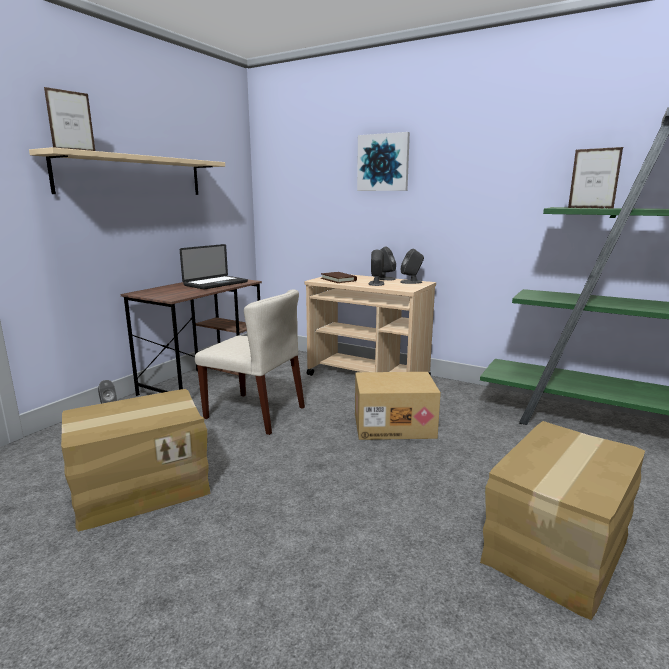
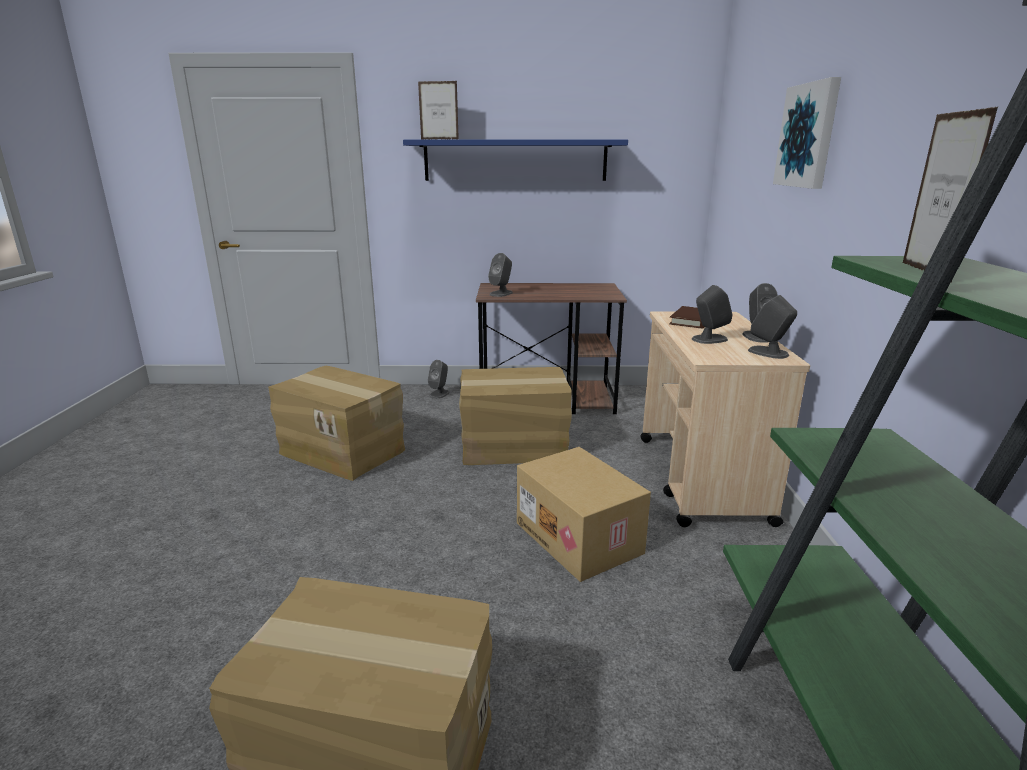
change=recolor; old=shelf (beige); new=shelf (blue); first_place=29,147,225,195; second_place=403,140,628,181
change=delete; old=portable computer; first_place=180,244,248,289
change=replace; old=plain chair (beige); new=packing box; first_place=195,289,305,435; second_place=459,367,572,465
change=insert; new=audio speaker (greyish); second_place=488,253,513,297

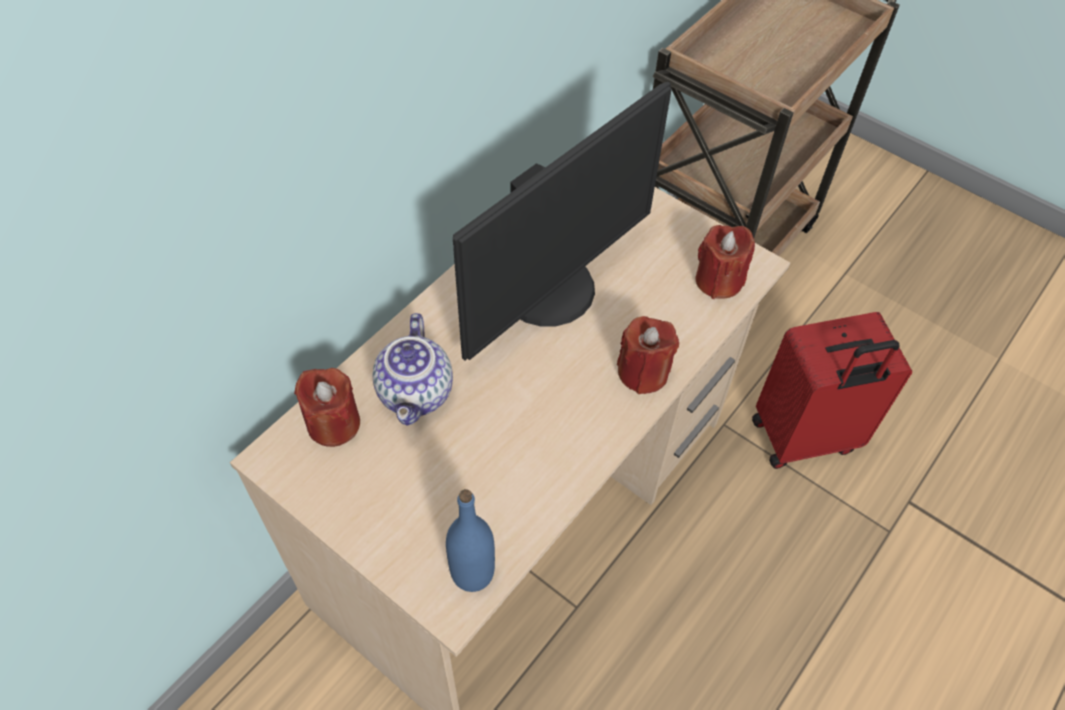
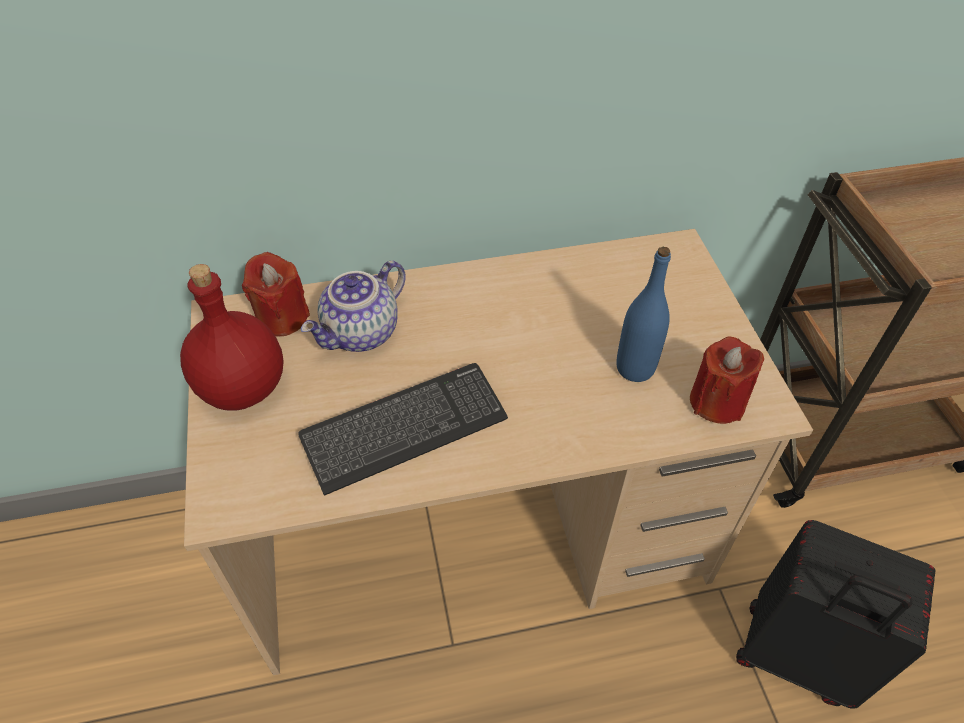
change=delete; old=monitor; first_place=453,82,672,361
change=recolor; old=travel case (red-coloured); new=travel case (black); first_place=752,312,912,469; second_place=736,520,936,709
change=delete; old=wax candle (red-coloured); first_place=617,316,679,394
change=move; old=bottle (blue); first_place=446,489,495,592; second_place=617,247,671,382
change=insert; new=bottle (red-coloured); second_place=180,264,284,411
change=insert; new=keyboard; second_place=298,363,508,496

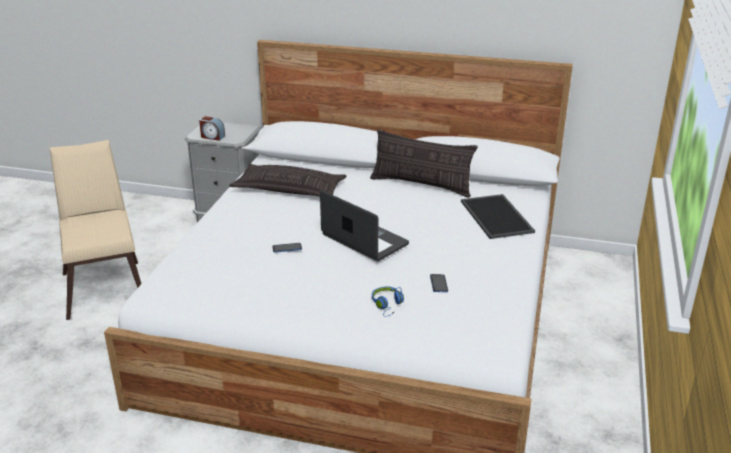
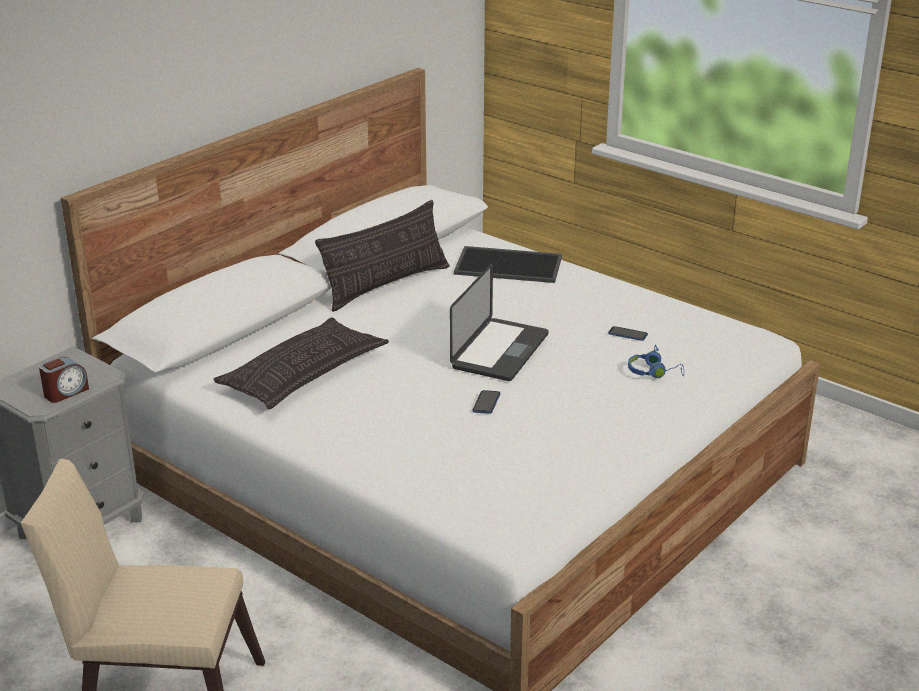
change=rotate; old=portable computer; first_place=320,190,409,261; second_place=450,263,549,381; degrees=135

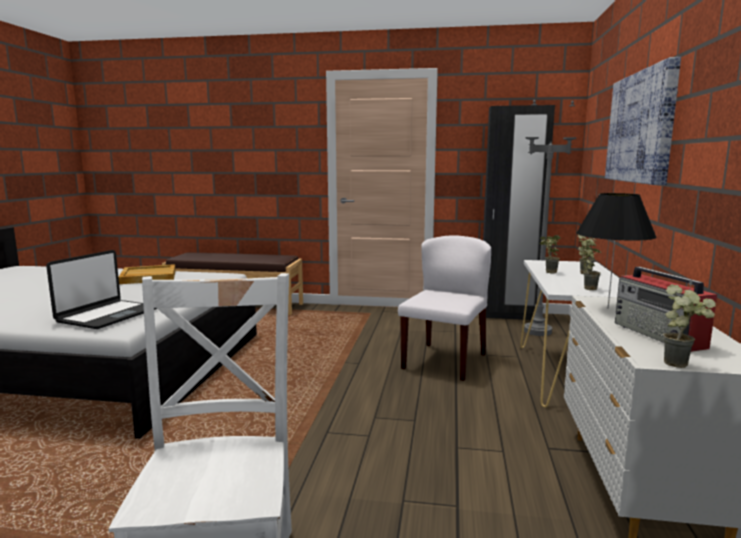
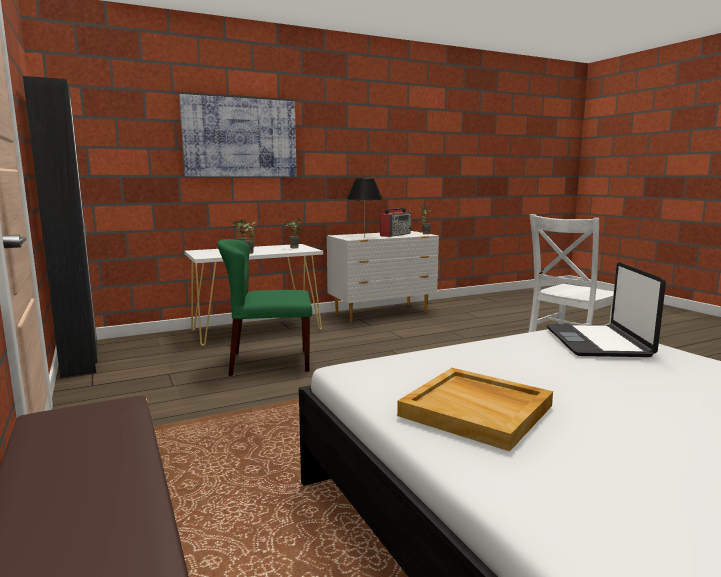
change=delete; old=floor lamp (greyish); first_place=524,99,576,336
change=recolor; old=plain chair (white); new=plain chair (greenish); first_place=398,235,491,381; second_place=217,239,312,376
change=rotate; old=portable computer; first_place=46,250,157,329; second_place=547,262,666,357; degrees=-75

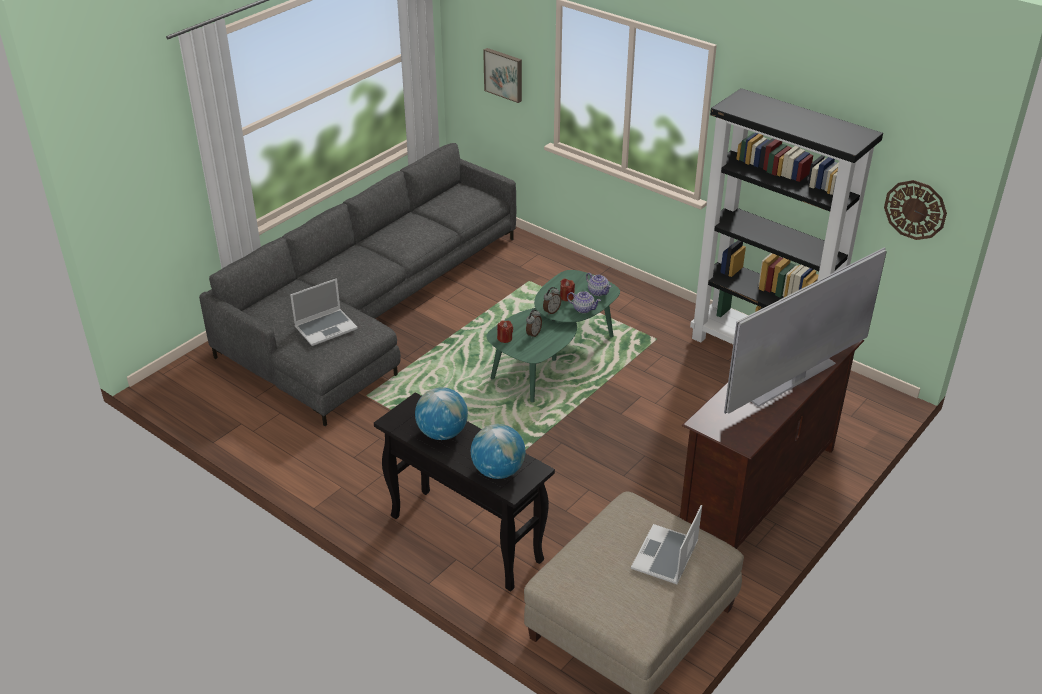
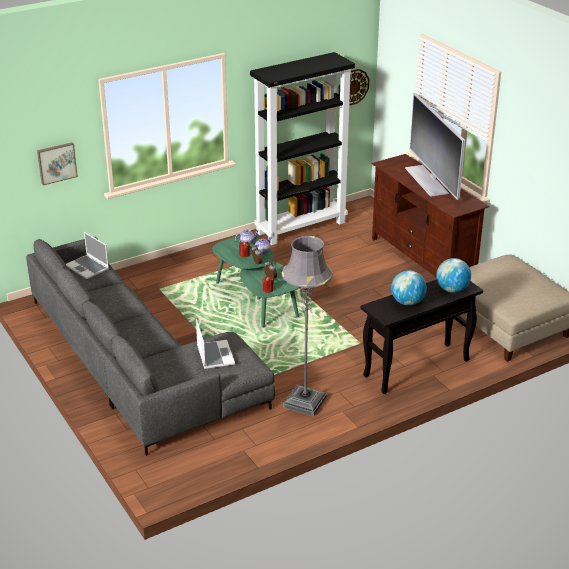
change=move; old=portable computer; first_place=631,505,702,584; second_place=66,232,109,279
change=insert; new=floor lamp (greyish); second_place=282,235,333,417

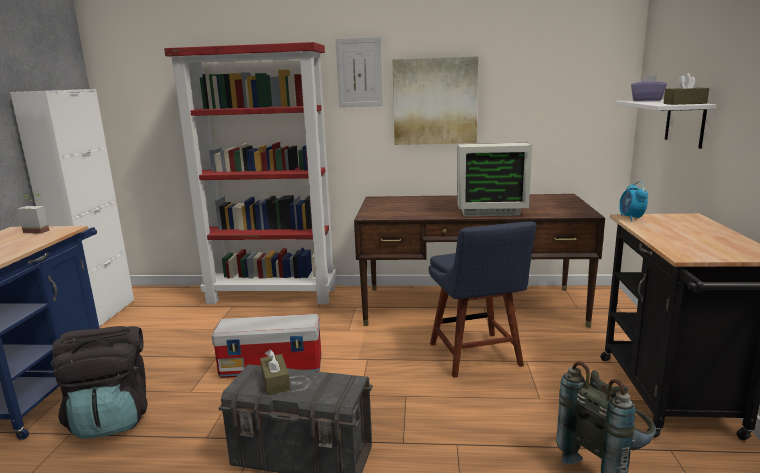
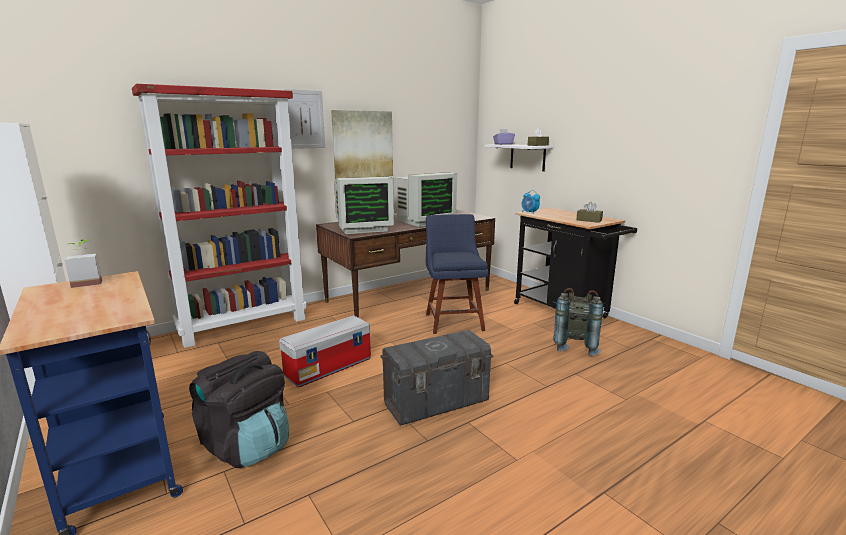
change=rotate; old=plain chair (blue); first_place=429,221,536,378; second_place=426,214,489,334; degrees=-135
change=move; old=tissue box (brown-coloured); first_place=260,350,290,395; second_place=577,202,603,223
change=insert; new=monitor; second_place=334,177,394,234

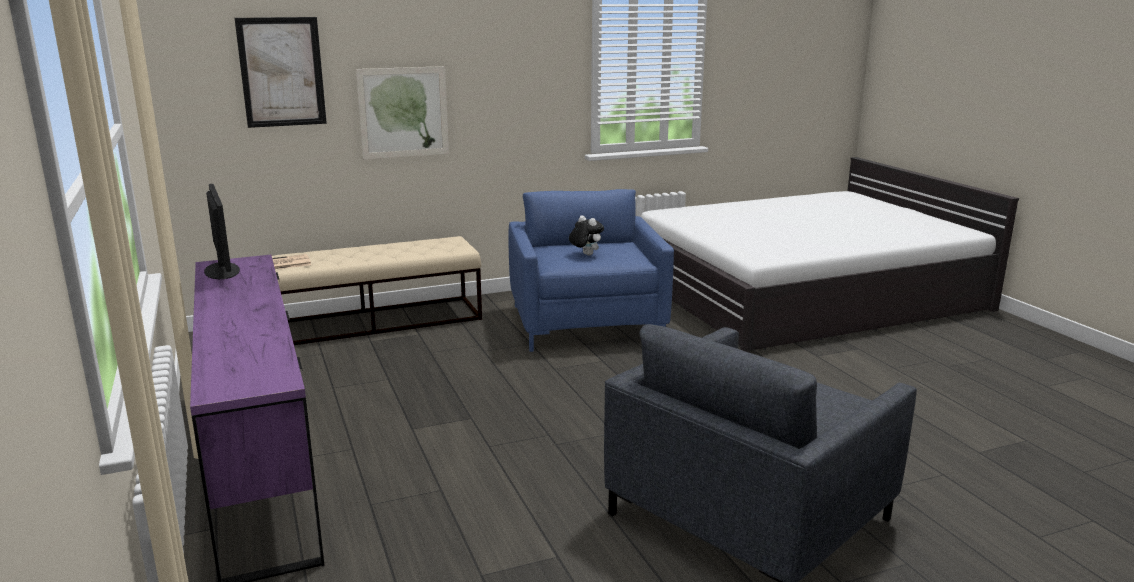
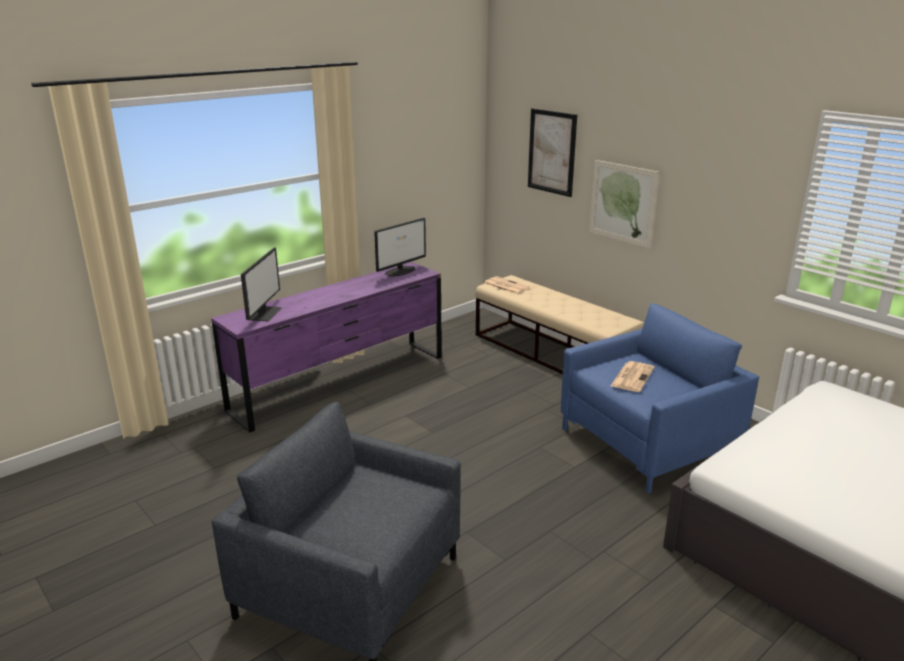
change=replace; old=plush toy; new=daily paper; first_place=569,215,604,256; second_place=611,361,654,392
change=insert; new=monitor; second_place=241,247,282,322

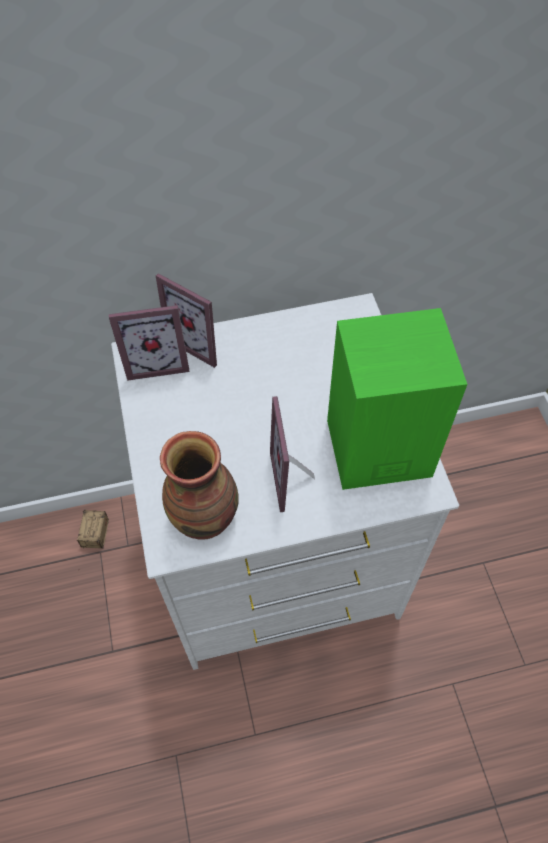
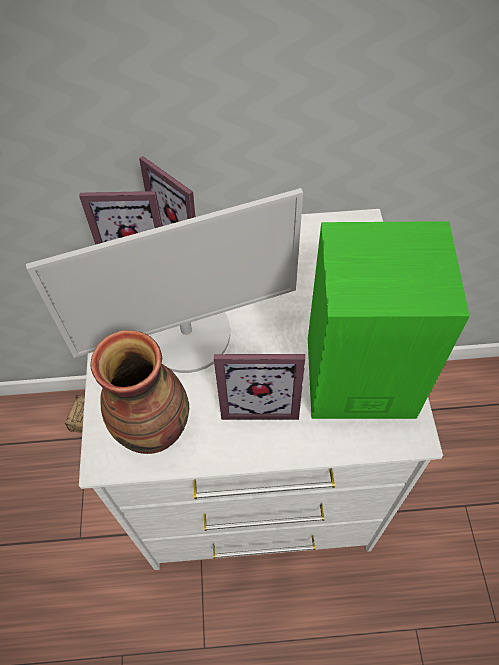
change=rotate; old=picture frame; first_place=270,396,315,512; second_place=214,354,305,420; degrees=-90
change=insert; new=monitor; second_place=26,188,303,373

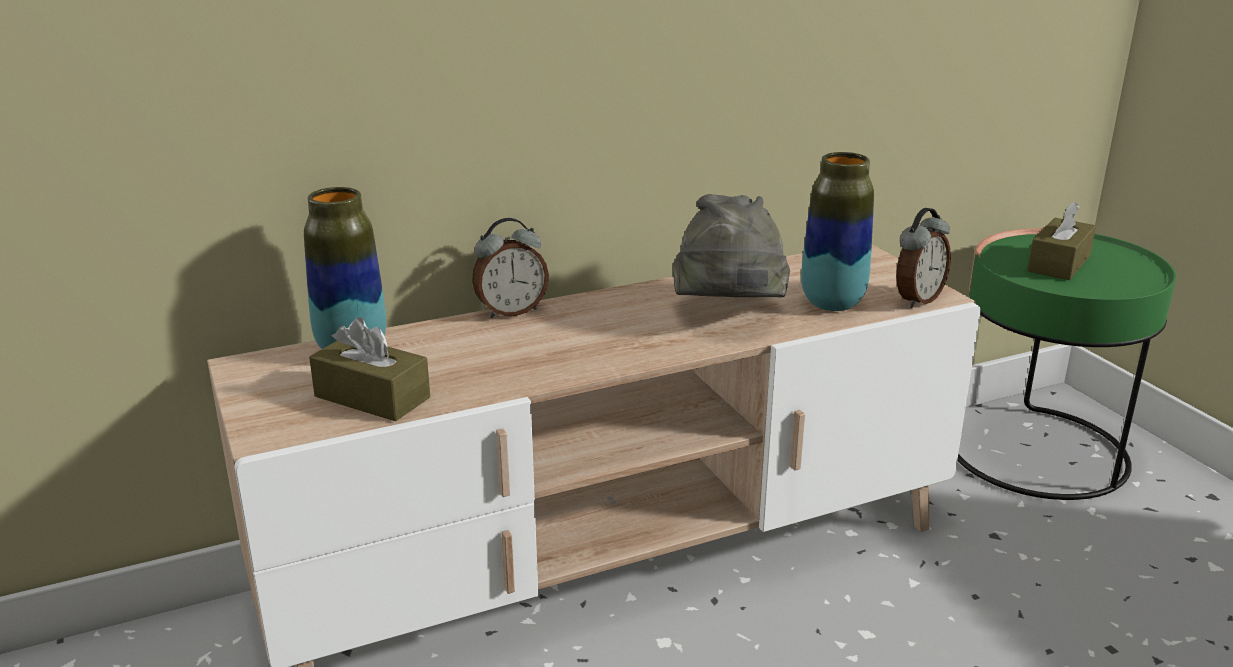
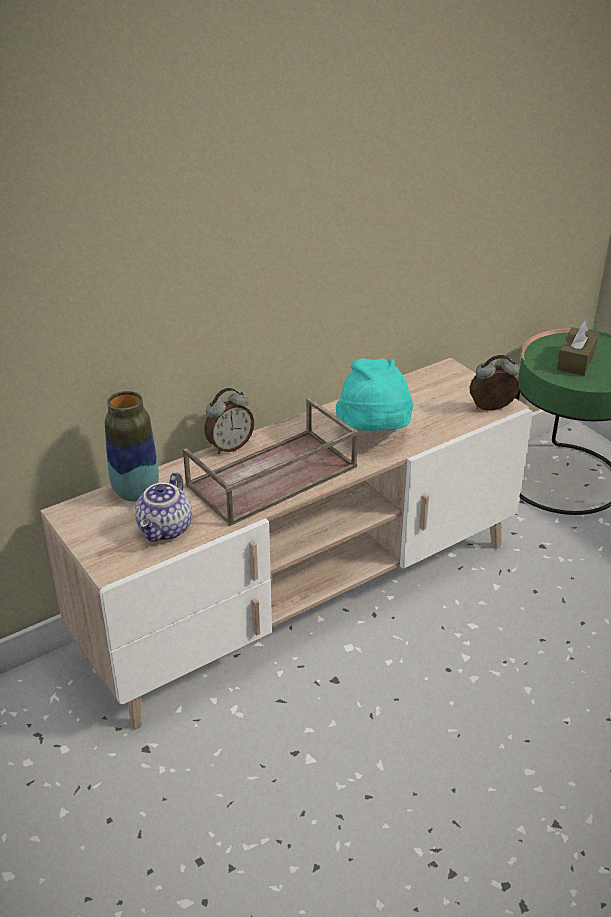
change=delete; old=decorative vase; first_place=801,152,874,311
change=recolor; old=clothing hat (greyish); new=clothing hat (blue-green); first_place=673,194,790,298; second_place=336,358,413,431
change=rotate; old=table clock; first_place=896,208,951,308; second_place=470,355,519,411; degrees=-135
change=replace; old=tissue box (brown-coloured); new=tea pot; first_place=309,317,430,421; second_place=135,472,192,542
change=insert; new=carrying tray (brown-coloured); second_place=183,398,358,526

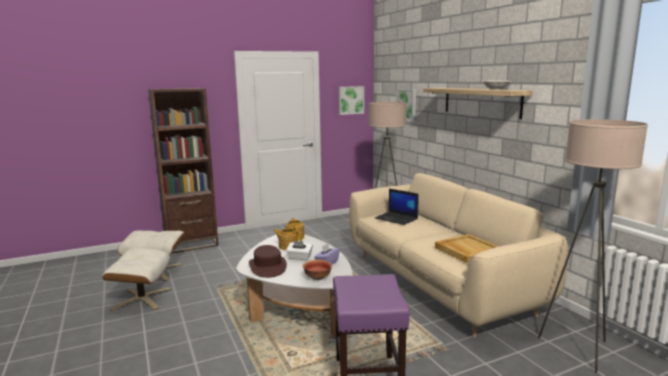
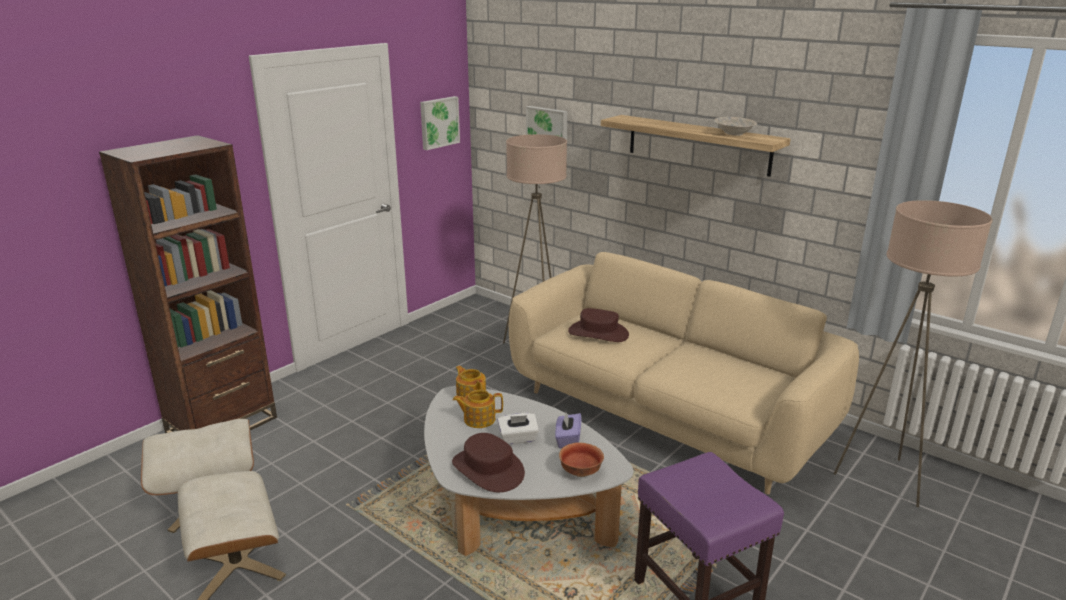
change=replace; old=portable computer; new=clothing hat (brown-coloured); first_place=375,189,419,225; second_place=568,308,629,342
change=delete; old=carrying tray (beige); first_place=435,234,499,263

